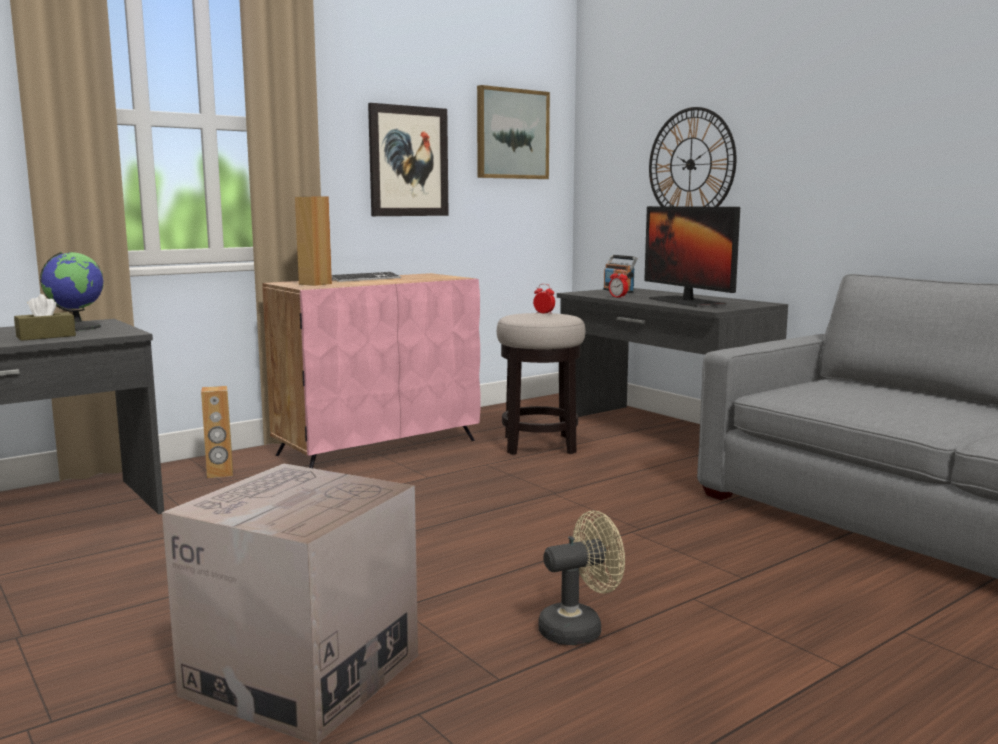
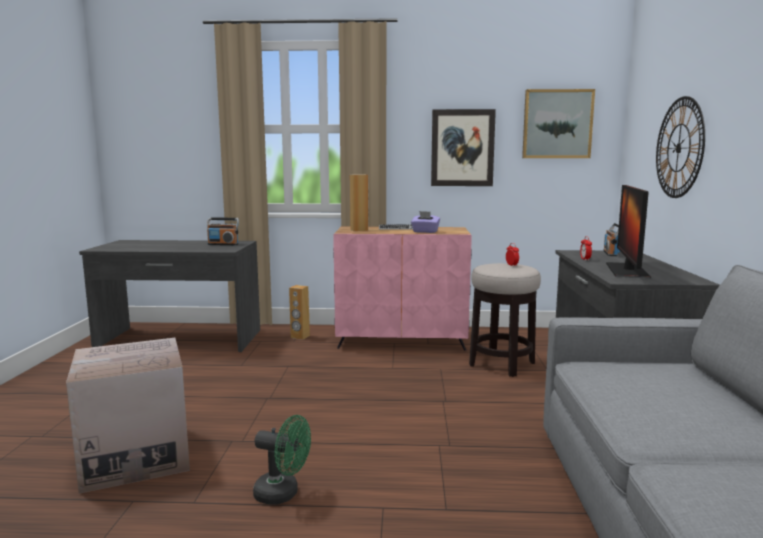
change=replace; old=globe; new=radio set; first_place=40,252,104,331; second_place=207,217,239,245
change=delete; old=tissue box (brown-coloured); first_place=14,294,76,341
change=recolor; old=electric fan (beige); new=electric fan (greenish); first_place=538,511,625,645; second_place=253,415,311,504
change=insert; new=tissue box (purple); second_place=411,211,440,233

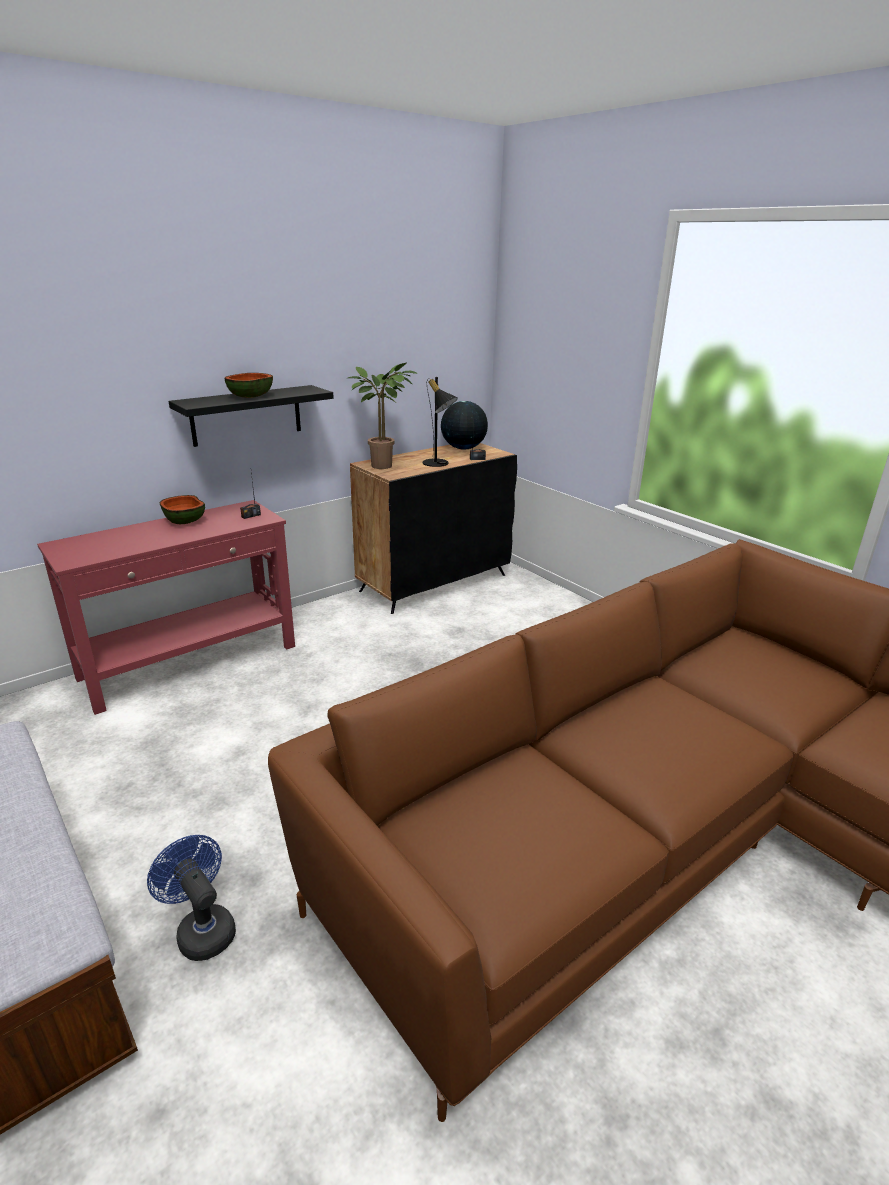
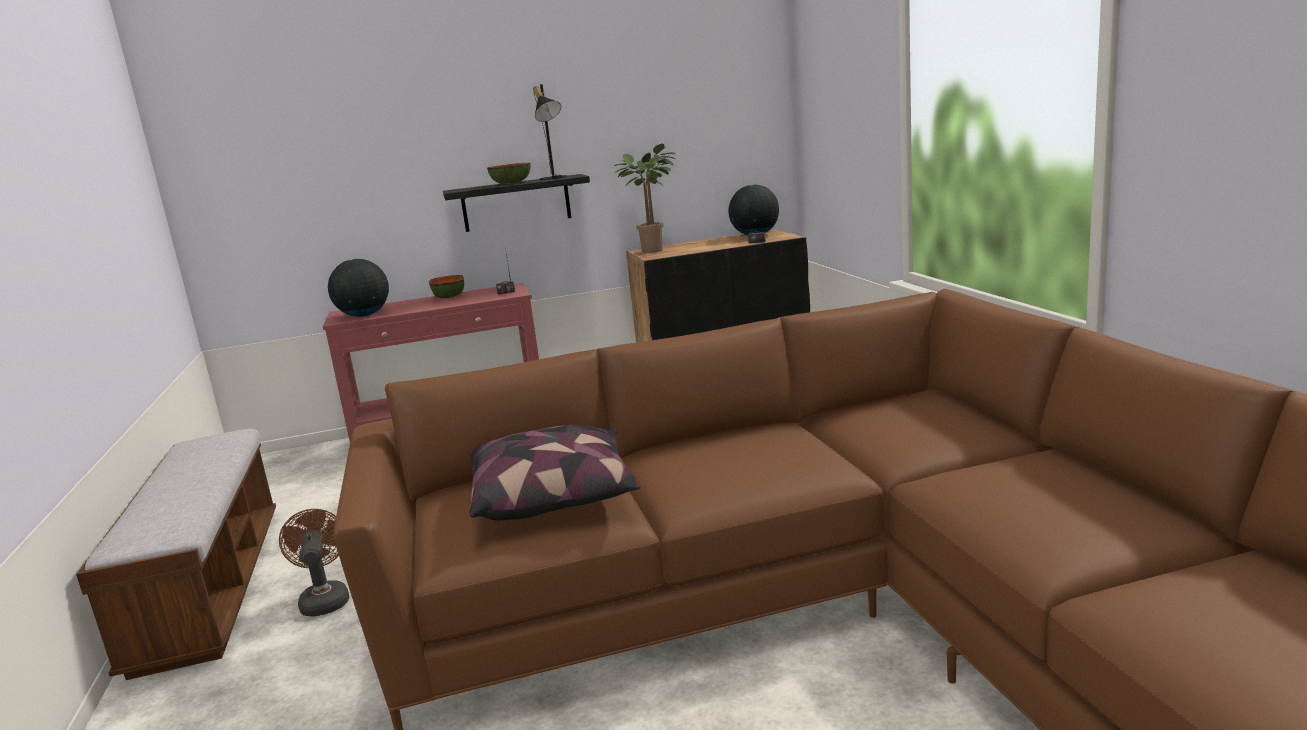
change=move; old=lamp for a table (black); first_place=423,377,458,467; second_place=533,84,567,180
change=recolor; old=electric fan (blue); new=electric fan (brown-coloured); first_place=147,835,236,961; second_place=279,509,349,617
change=insert; new=globe; second_place=328,259,389,317
change=insert; new=cushion; second_place=469,425,641,520

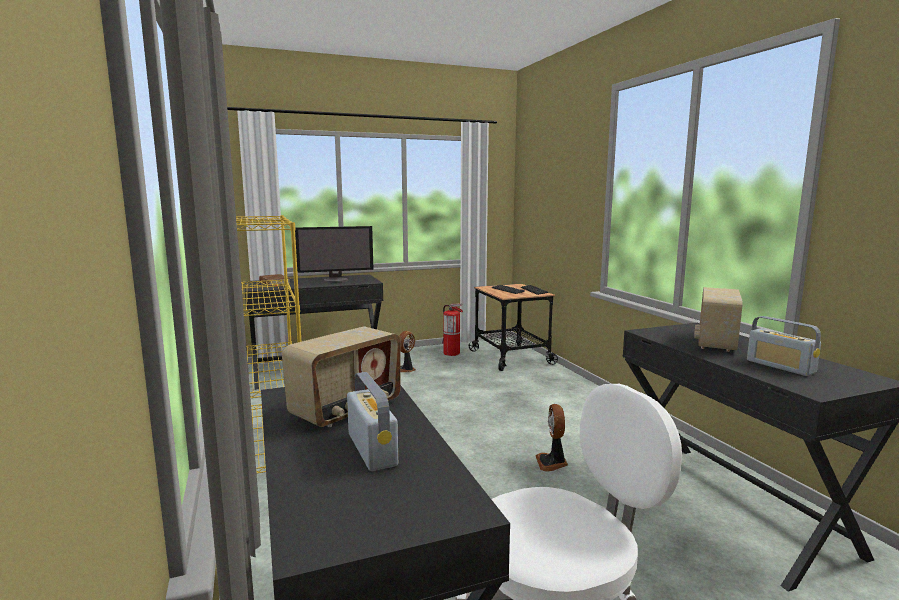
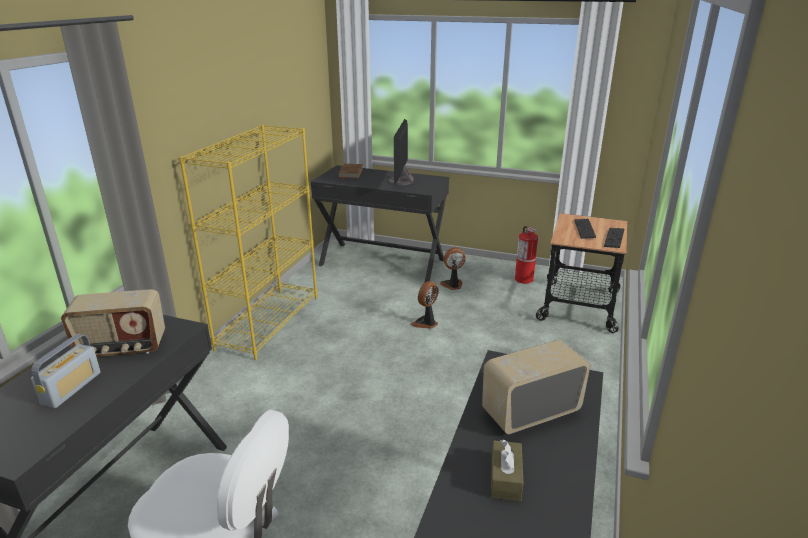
change=rotate; old=monitor; first_place=295,226,374,283; second_place=389,119,414,185; degrees=75
change=replace; old=radio set; new=tissue box (brown-coloured); first_place=747,316,821,376; second_place=491,439,524,501
change=move; old=electric fan; first_place=535,404,568,472; second_place=411,281,439,329

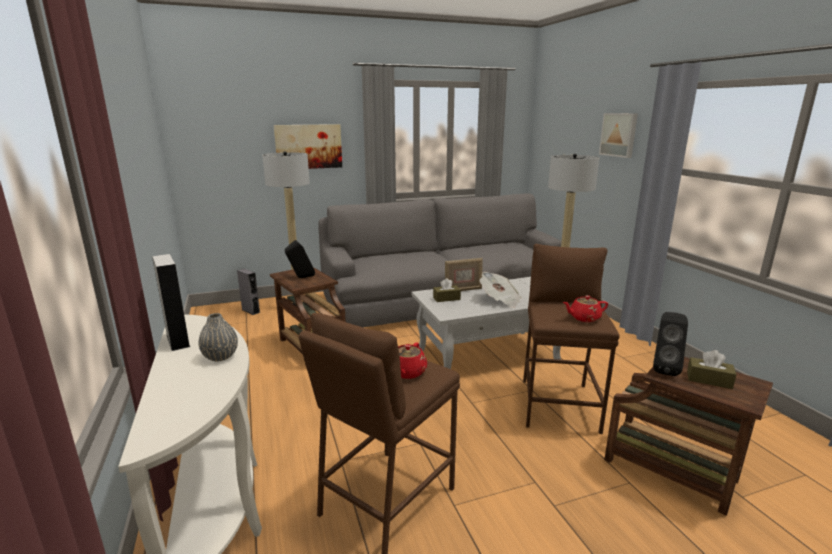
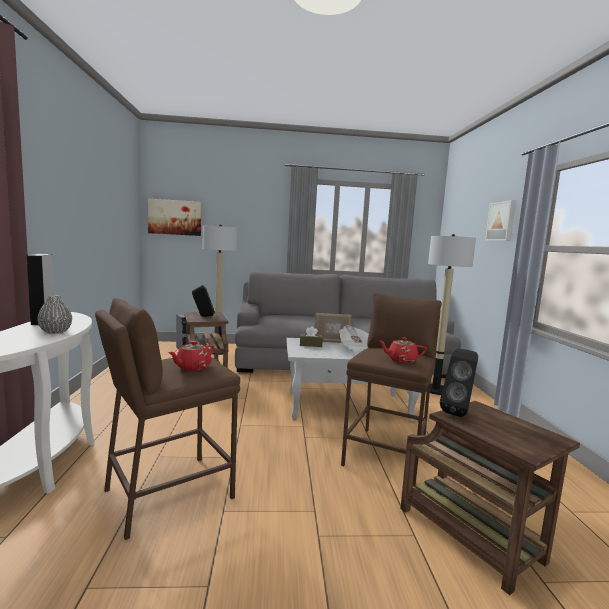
change=move; old=wall art; first_place=274,124,342,169; second_place=148,199,201,236
change=delete; old=tissue box (brown-coloured); first_place=687,350,737,389

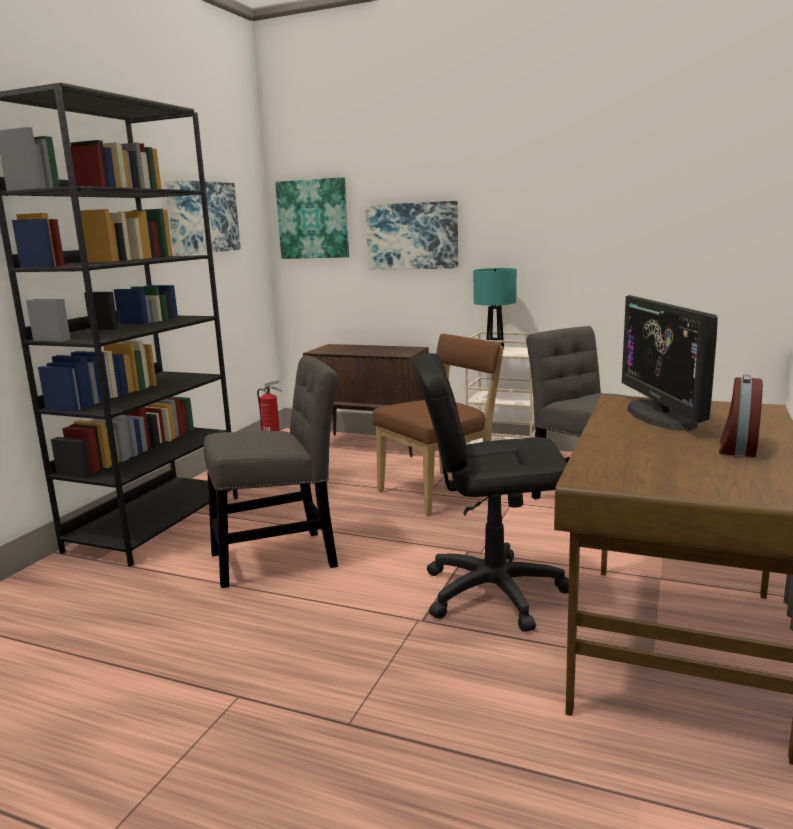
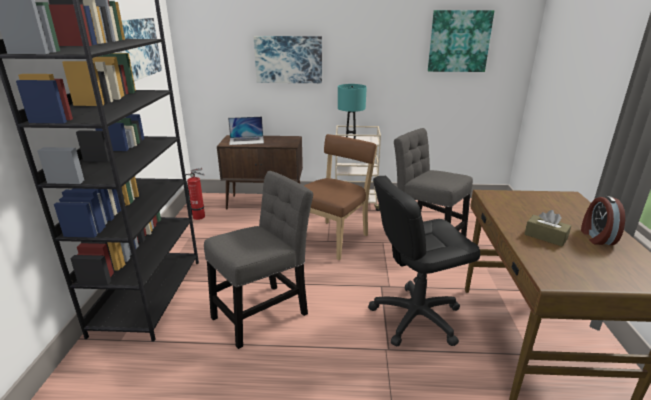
change=move; old=wall art; first_place=275,177,349,259; second_place=428,10,494,72
change=delete; old=monitor; first_place=622,295,718,431
change=insert; new=portable computer; second_place=228,117,264,145
change=insert; new=tissue box (brown-coloured); second_place=525,210,571,246

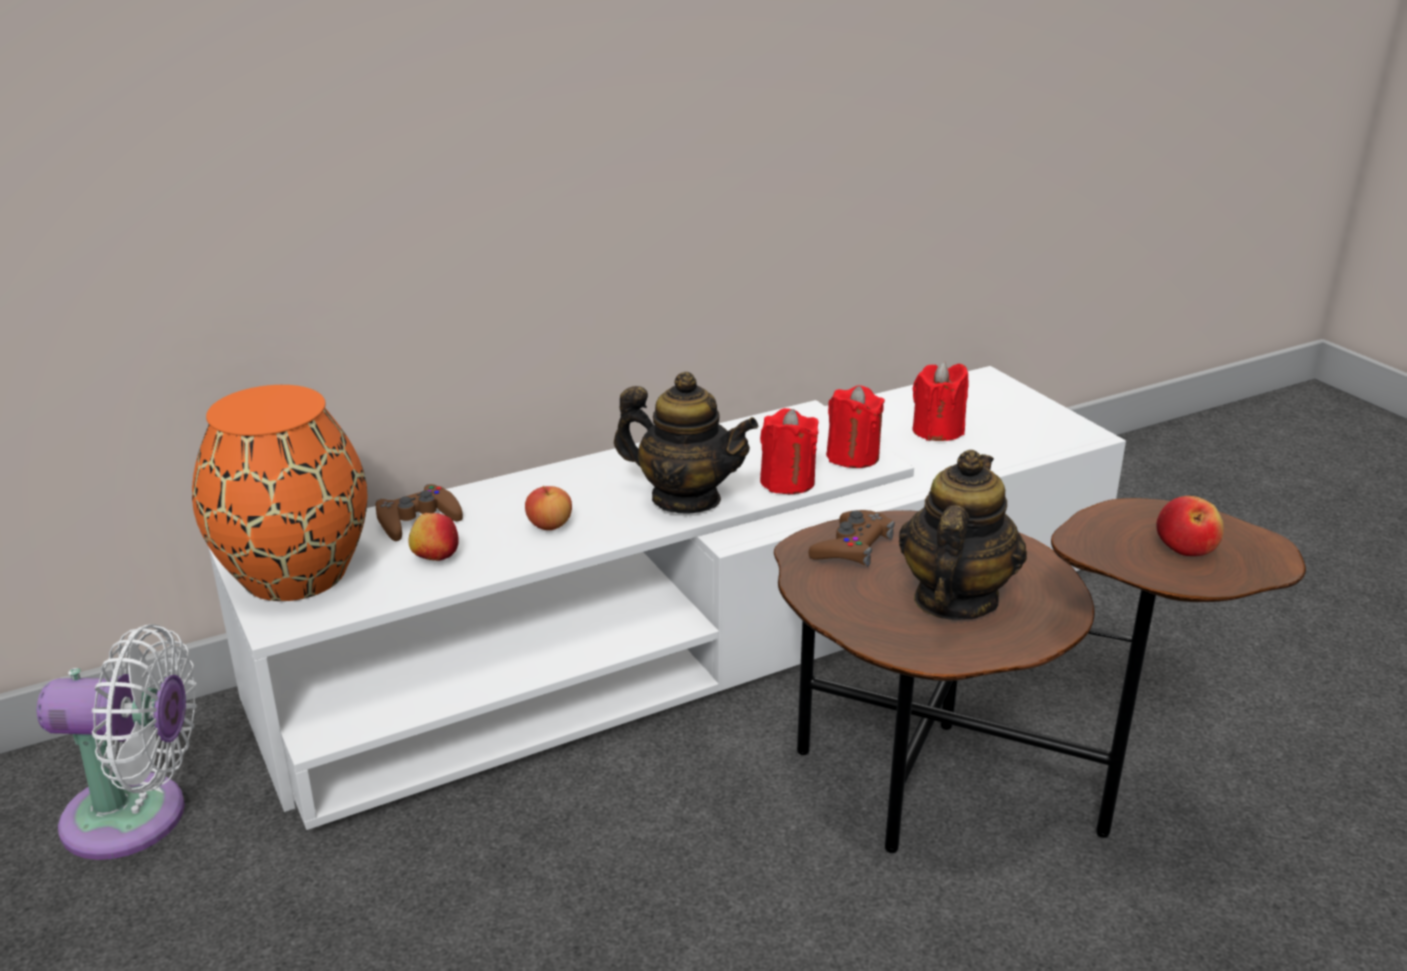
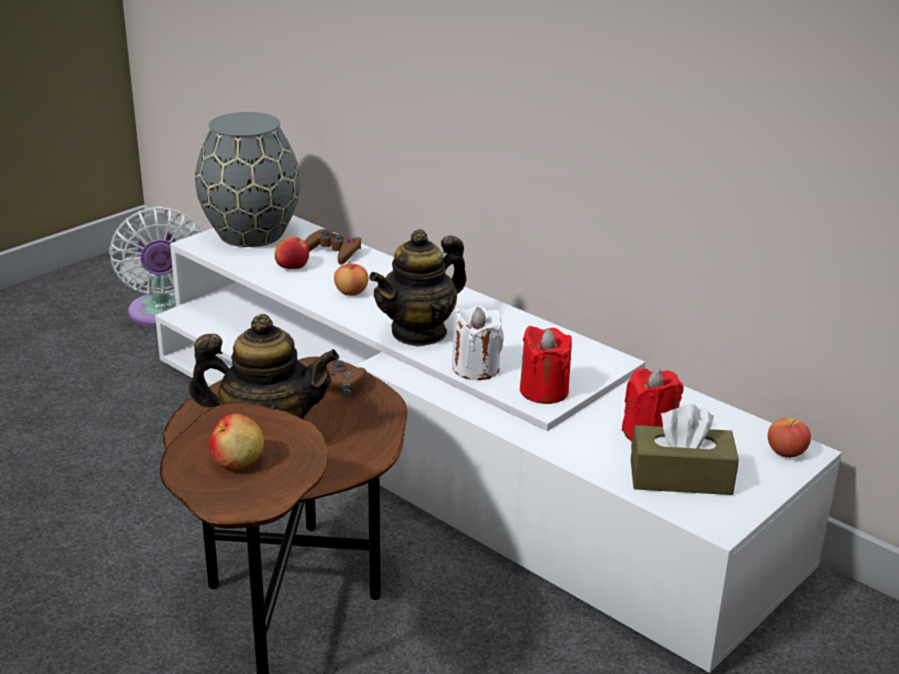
change=rotate; old=tea pot; first_place=614,372,758,514; second_place=369,229,467,347; degrees=45
change=recolor; old=decorative vase (orange); new=decorative vase (greyish); first_place=192,385,368,601; second_place=195,112,301,247
change=recolor; old=wax candle (red-coloured); new=wax candle (white); first_place=760,408,819,494; second_place=452,306,504,380
change=insert; new=tissue box (brown-coloured); second_place=631,404,739,495
change=insert; new=apple fruit; second_place=768,418,811,458

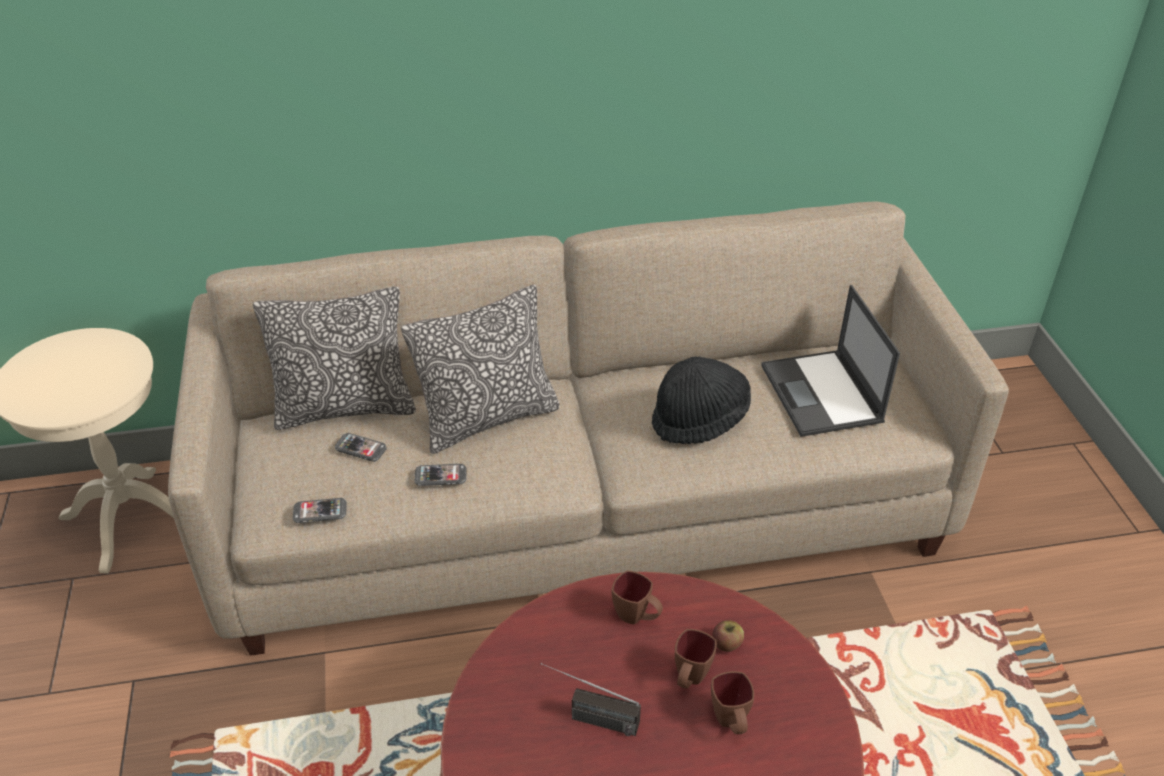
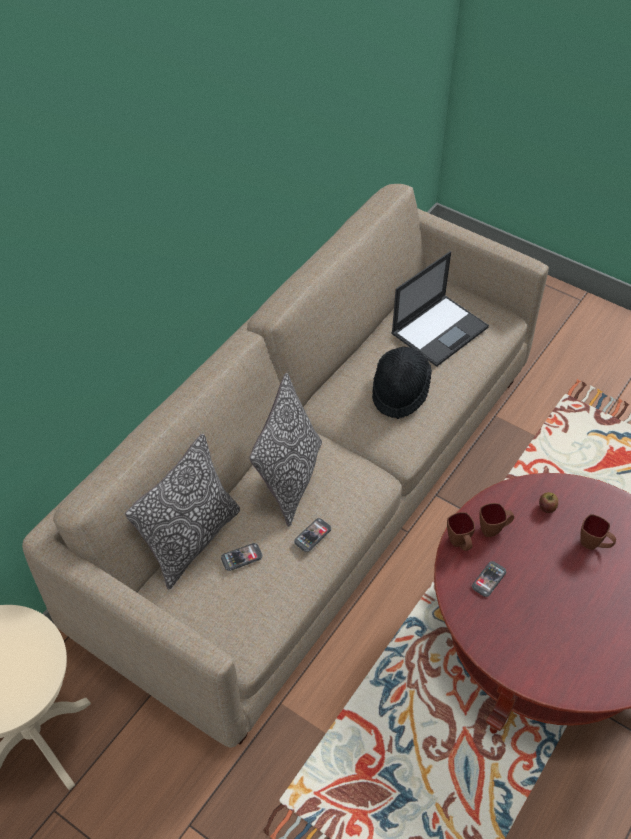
change=rotate; old=portable computer; first_place=762,285,900,437; second_place=391,251,489,367; degrees=-75
change=move; old=telephone; first_place=293,498,347,523; second_place=472,561,506,597
change=move; old=mug (brown-coloured); first_place=675,629,717,688; second_place=447,512,475,551
change=delete; old=radio set; first_place=541,663,641,736

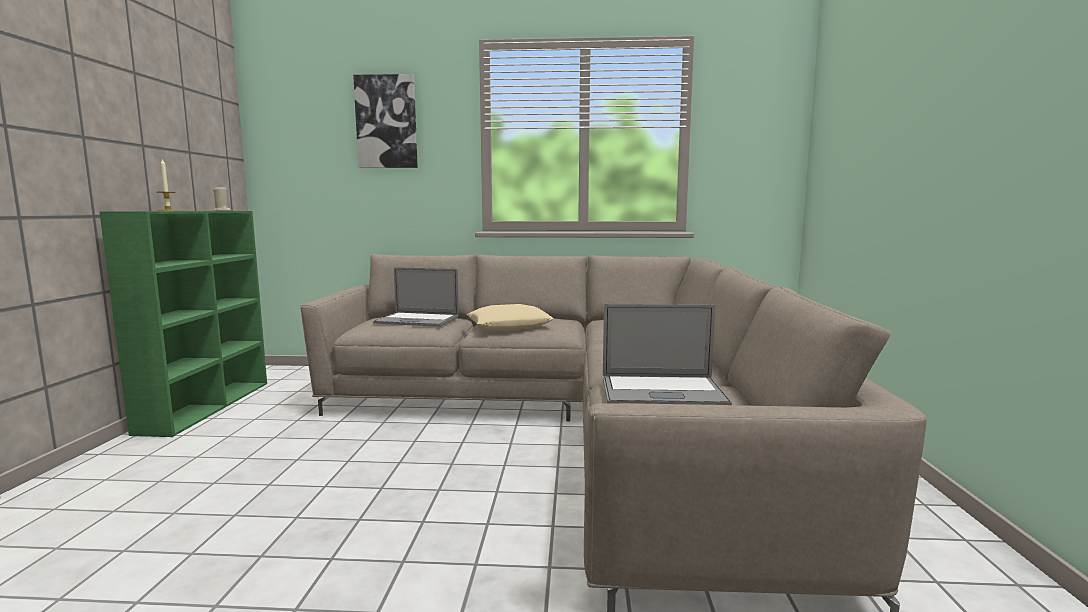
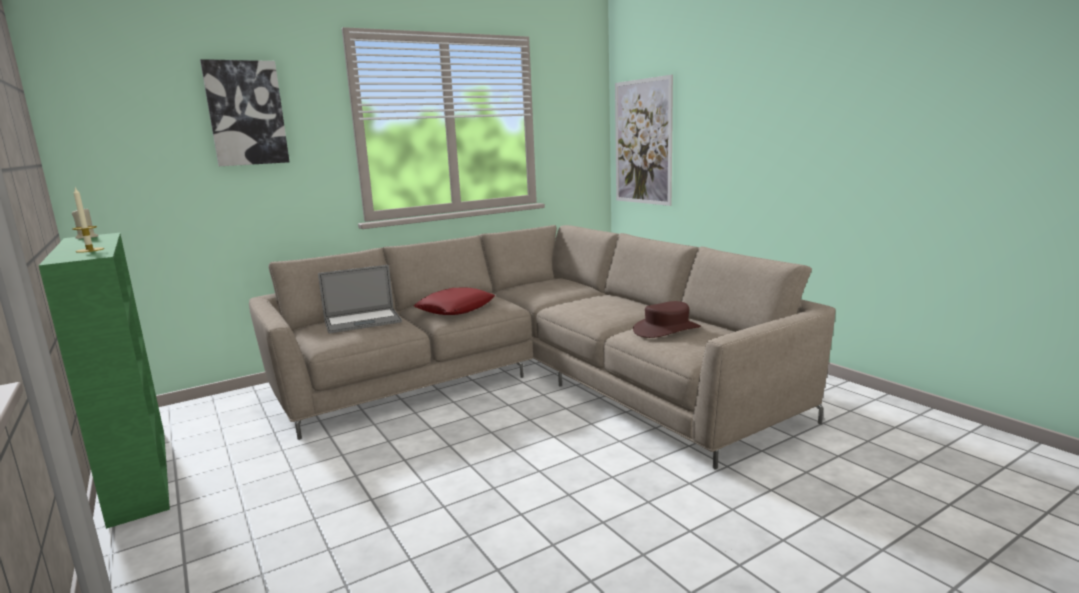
change=recolor; old=cushion (beige); new=cushion (red-coloured); first_place=467,304,554,331; second_place=414,288,495,315
change=replace; old=portable computer; new=clothing hat (brown-coloured); first_place=603,304,732,405; second_place=633,301,701,338
change=insert; new=wall art; second_place=615,75,673,206

